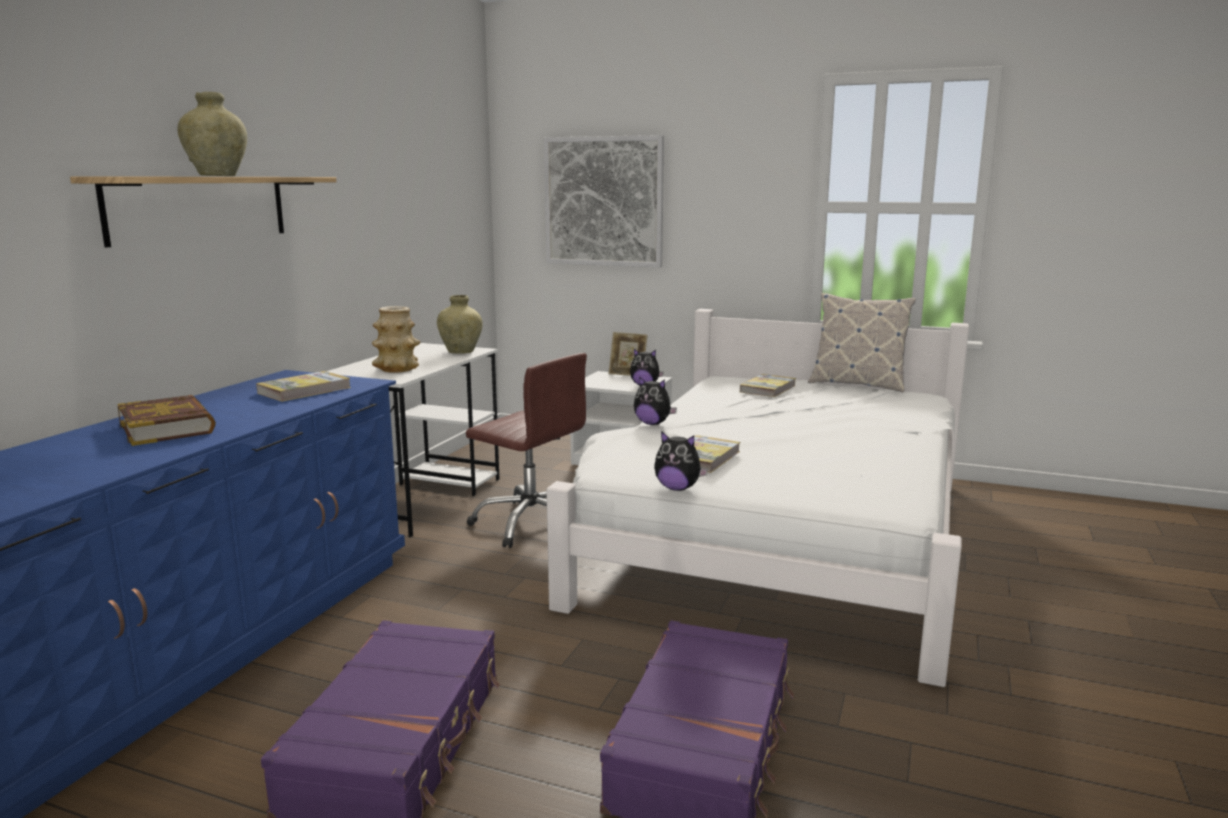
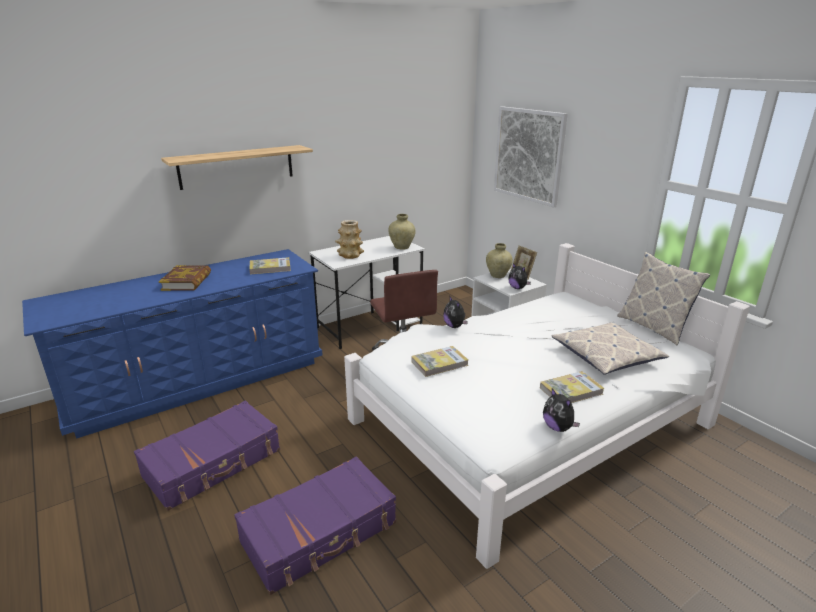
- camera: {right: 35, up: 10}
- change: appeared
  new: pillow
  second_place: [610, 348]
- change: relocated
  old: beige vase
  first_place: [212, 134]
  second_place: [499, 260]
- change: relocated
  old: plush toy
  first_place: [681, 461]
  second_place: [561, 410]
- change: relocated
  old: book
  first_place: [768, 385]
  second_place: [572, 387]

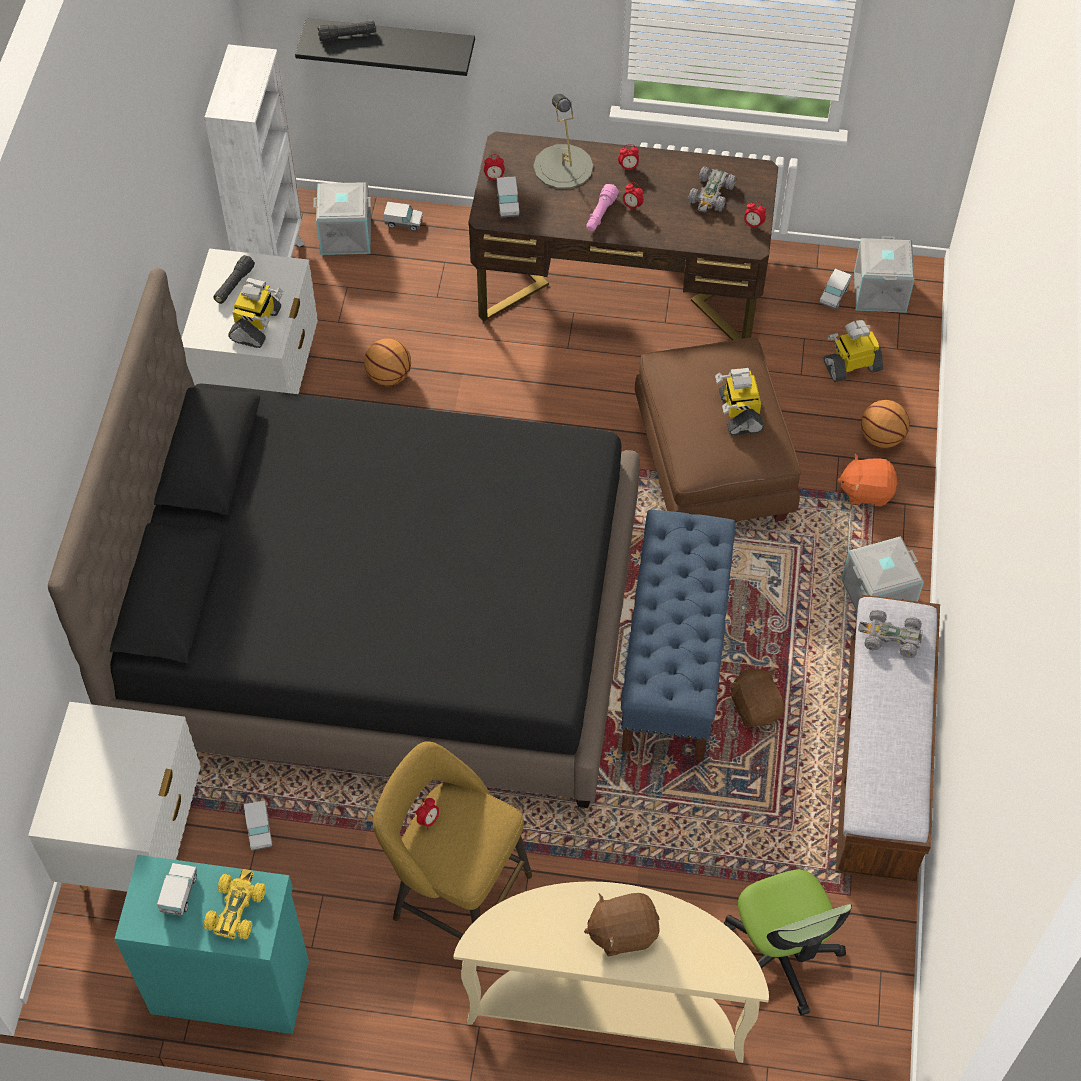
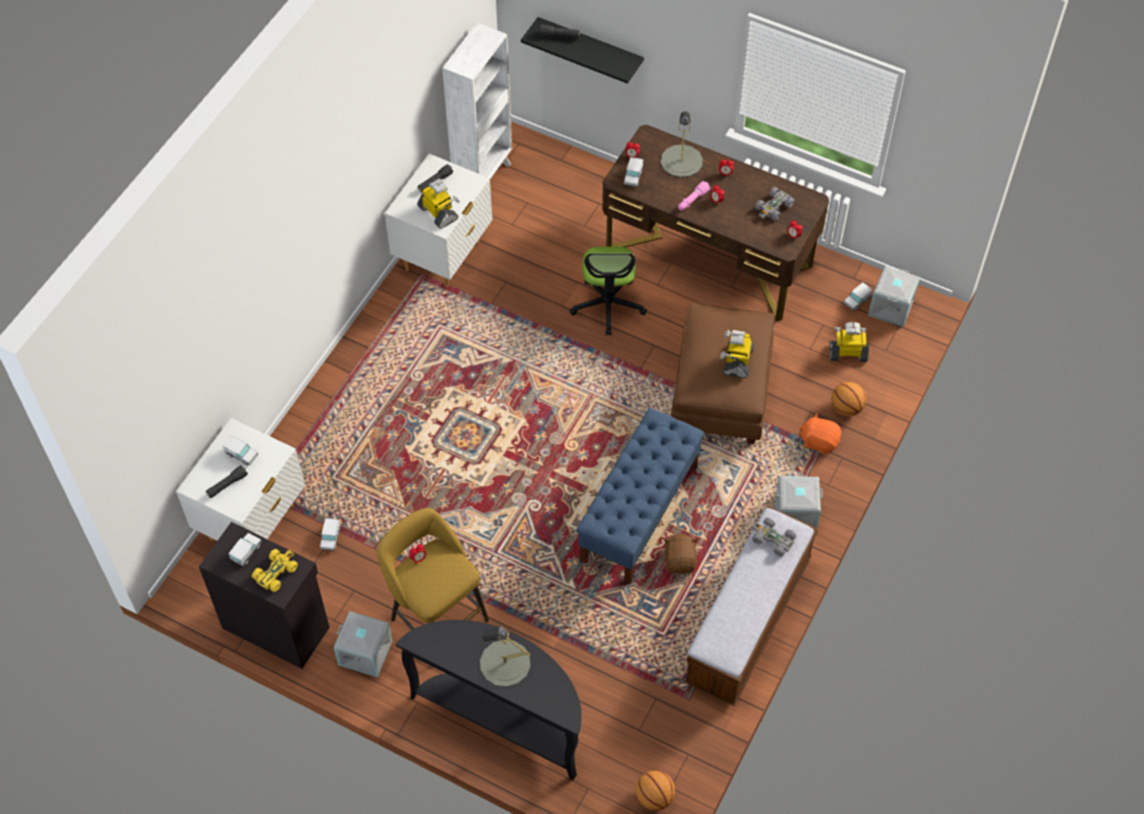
- camera: {right: 20, up: 0}
- change: missing
  old: black bed
  first_place: [344, 537]
- change: appeared
  new: black flashlight
  second_place: [227, 481]
- change: relocated
  old: grey storage box
  first_place: [342, 218]
  second_place: [363, 644]
- change: relocated
  old: basketball
  first_place: [387, 362]
  second_place: [655, 790]
- change: relocated
  old: toy truck
  first_place: [403, 216]
  second_place: [240, 450]
- change: relocated
  old: office chair
  first_place: [788, 943]
  second_place: [608, 291]
- change: exchanged
  old: brown plush toy
  new: grey table lamp
  first_place: [622, 924]
  second_place: [505, 656]
- change: colour
  old: turquoise cabinet
  new: black cabinet
  first_place: [211, 944]
  second_place: [264, 595]
- change: colour
  old: beige console table
  new: black console table
  first_place: [611, 972]
  second_place: [488, 700]
- change: spun
  old: toy robot
  first_place: [255, 313]
  second_place: [438, 204]
  degrees: -75

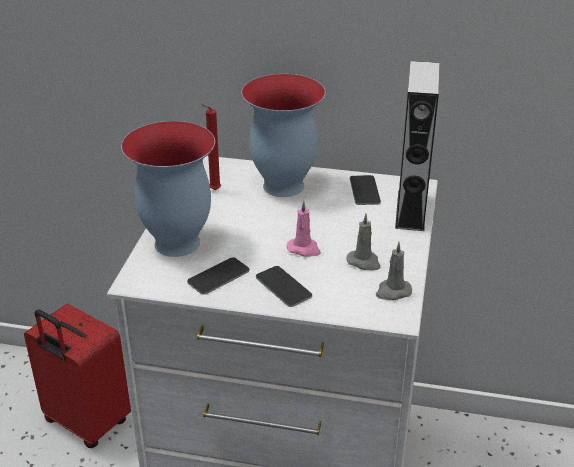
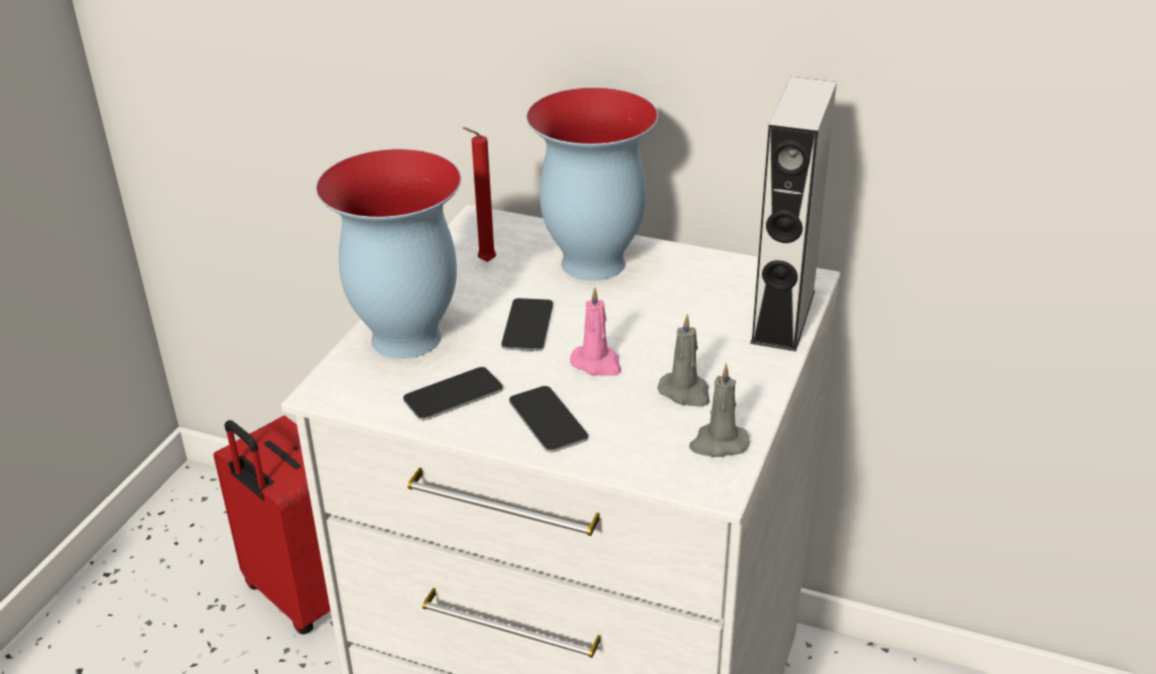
- camera: {right: 10, up: 0}
- change: relocated
  old: phone
  first_place: [365, 190]
  second_place: [527, 324]

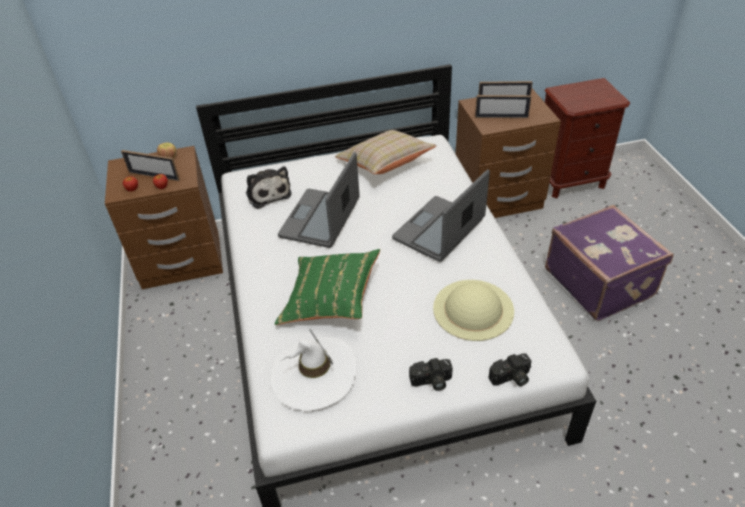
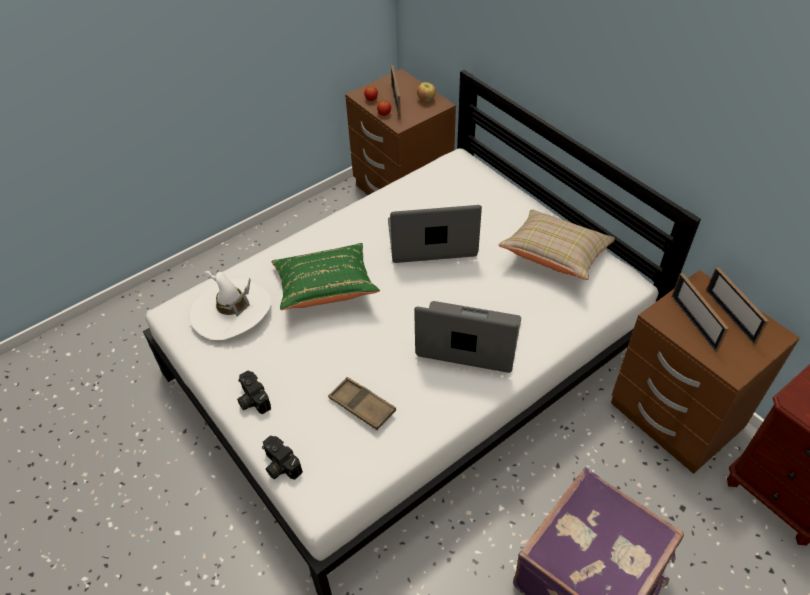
- camera: {right: 65, up: 5}
- change: missing
  old: plush toy
  first_place: [268, 187]
- change: exchanged
  old: beige hat
  new: brown tray
  first_place: [473, 310]
  second_place: [362, 403]

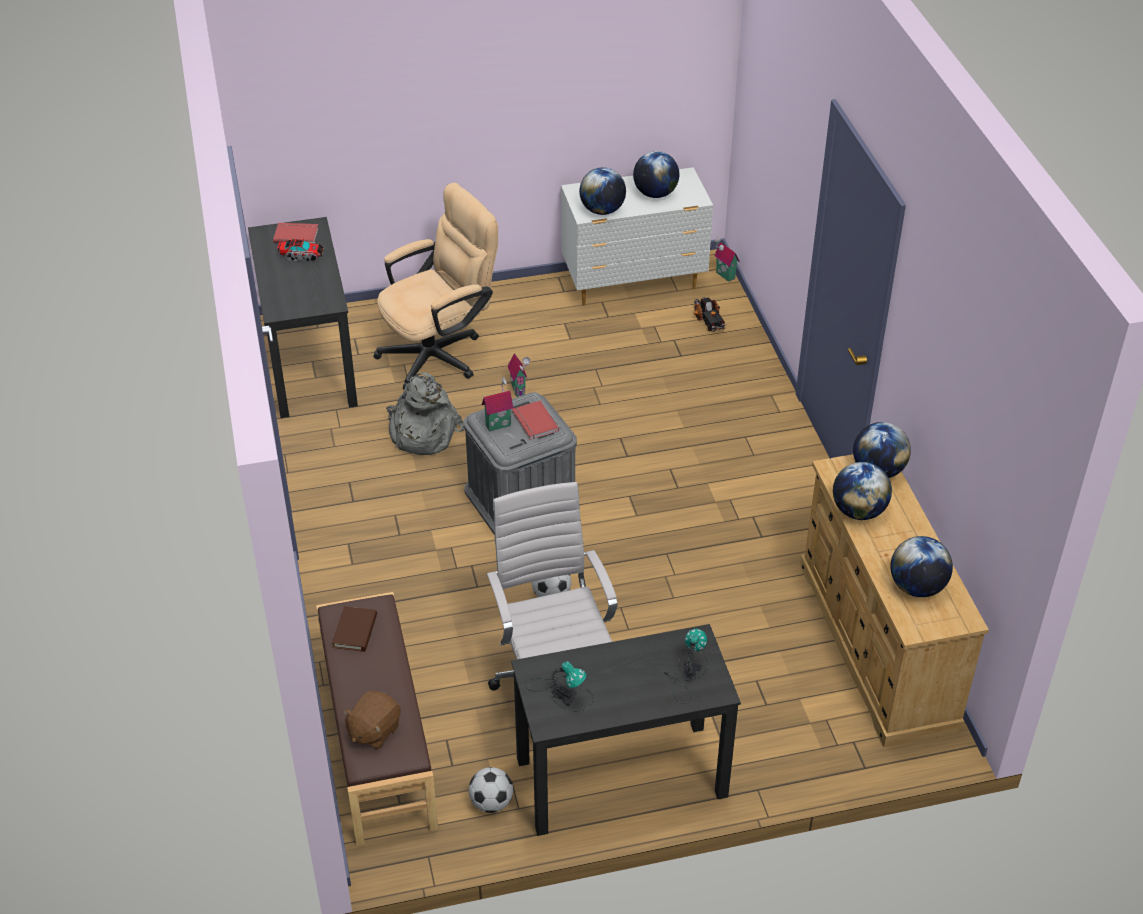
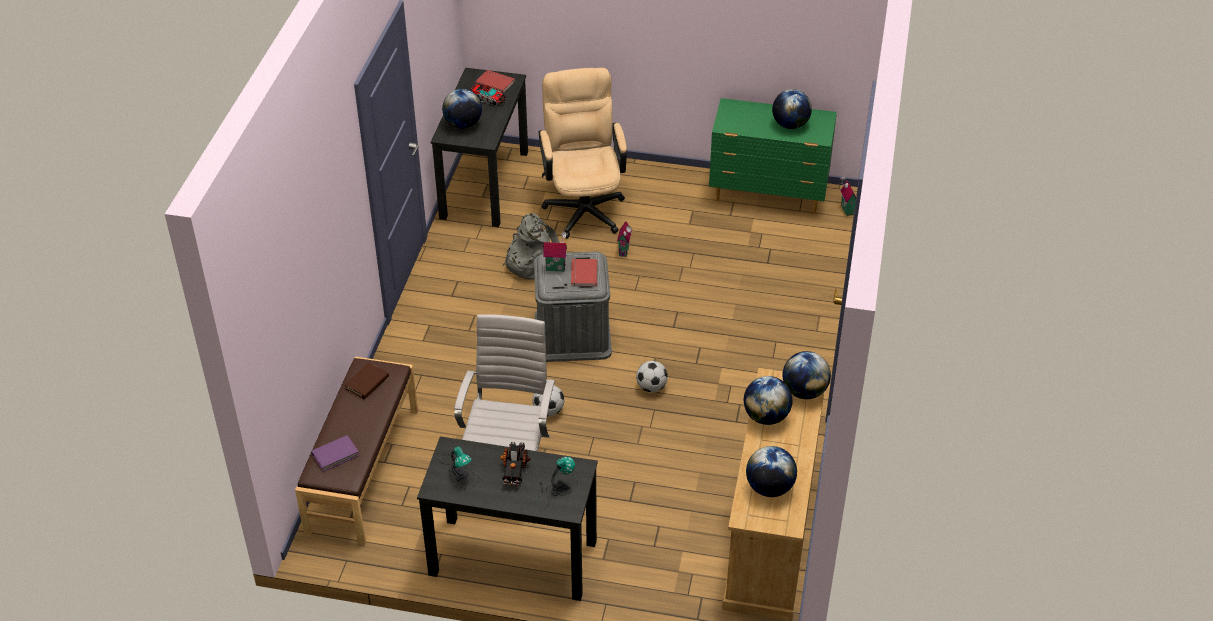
- camera: {right: 25, up: 0}
- change: relocated
  old: football
  first_place: [491, 790]
  second_place: [652, 376]
- change: relocated
  old: globe
  first_place: [602, 191]
  second_place: [462, 109]
- change: relocated
  old: toy truck
  first_place: [710, 314]
  second_place: [515, 464]
- change: exchanged
  old: brown plush toy
  new: purple book
  first_place: [372, 720]
  second_place: [335, 453]
- change: colour
  old: white dresser
  new: green dresser
  first_place: [637, 236]
  second_place: [773, 156]
- change: spun
  old: beige office chair
  first_place: [435, 286]
  second_place: [583, 153]
  degrees: -90

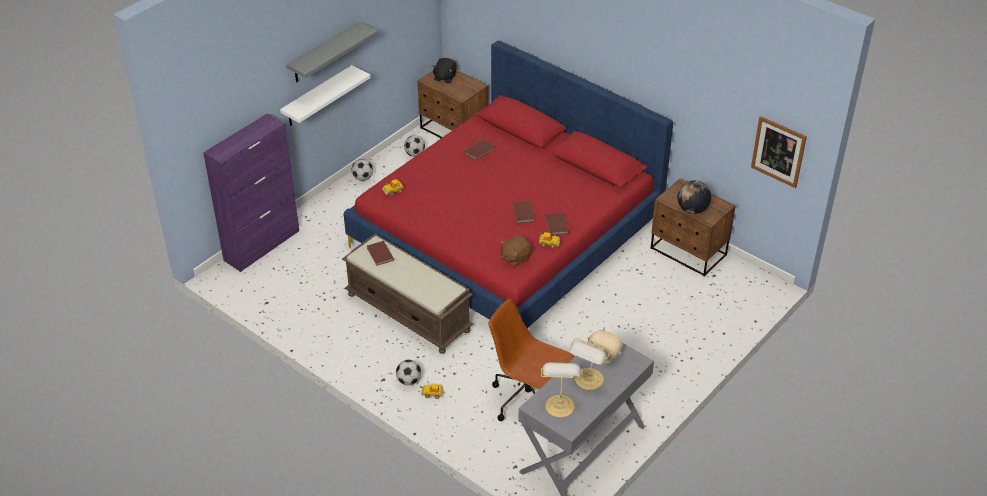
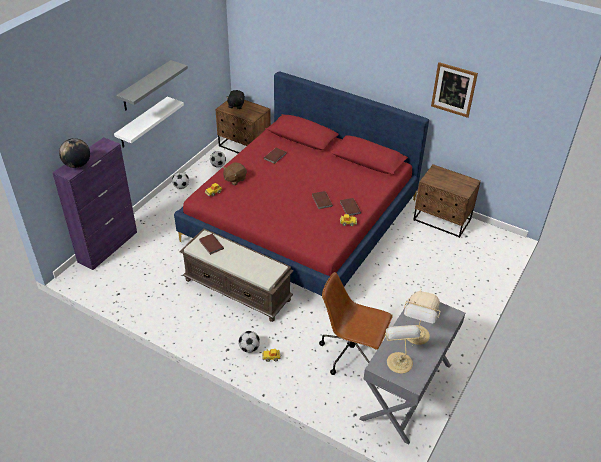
- camera: {right: -10, up: 0}
- change: relocated
  old: brown plush toy
  first_place: [516, 251]
  second_place: [235, 173]
- change: relocated
  old: globe
  first_place: [694, 197]
  second_place: [74, 153]
- change: relocated
  old: picture
  first_place: [779, 152]
  second_place: [454, 90]

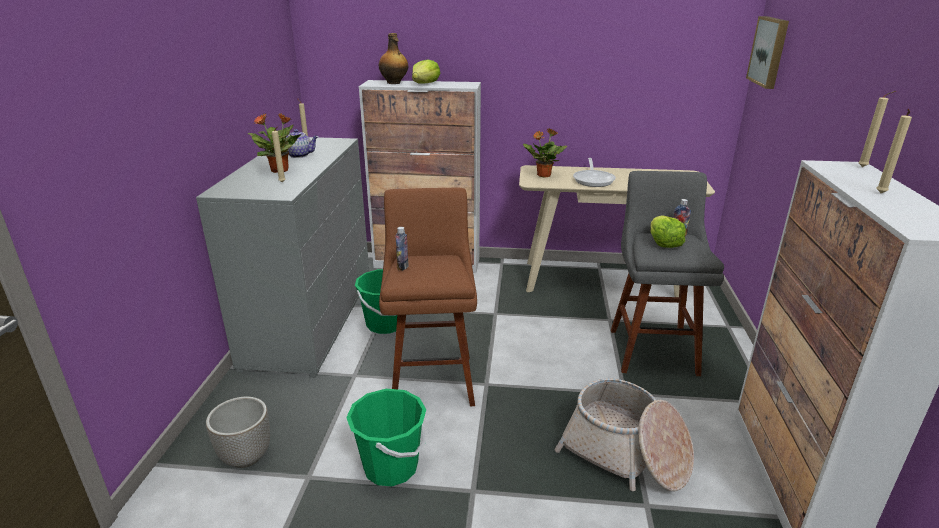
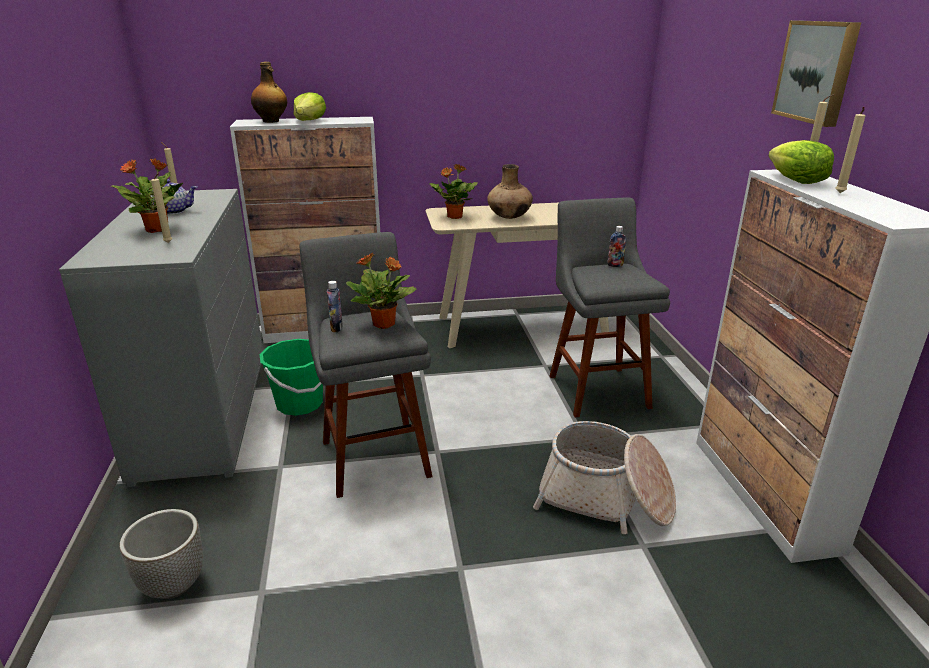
- camera: {right: -15, up: 0}
- change: missing
  old: green bucket
  first_place: [386, 438]
- change: appeared
  new: potted plant
  second_place: [381, 290]
- change: relocated
  old: lettuce
  first_place: [668, 231]
  second_place: [801, 162]
- change: relocated
  old: picture
  first_place: [767, 52]
  second_place: [816, 74]
- change: exchanged
  old: frying pan
  new: brown vase
  first_place: [594, 172]
  second_place: [510, 191]
- change: colour
  old: brown stool
  new: grey stool
  first_place: [428, 297]
  second_place: [366, 365]

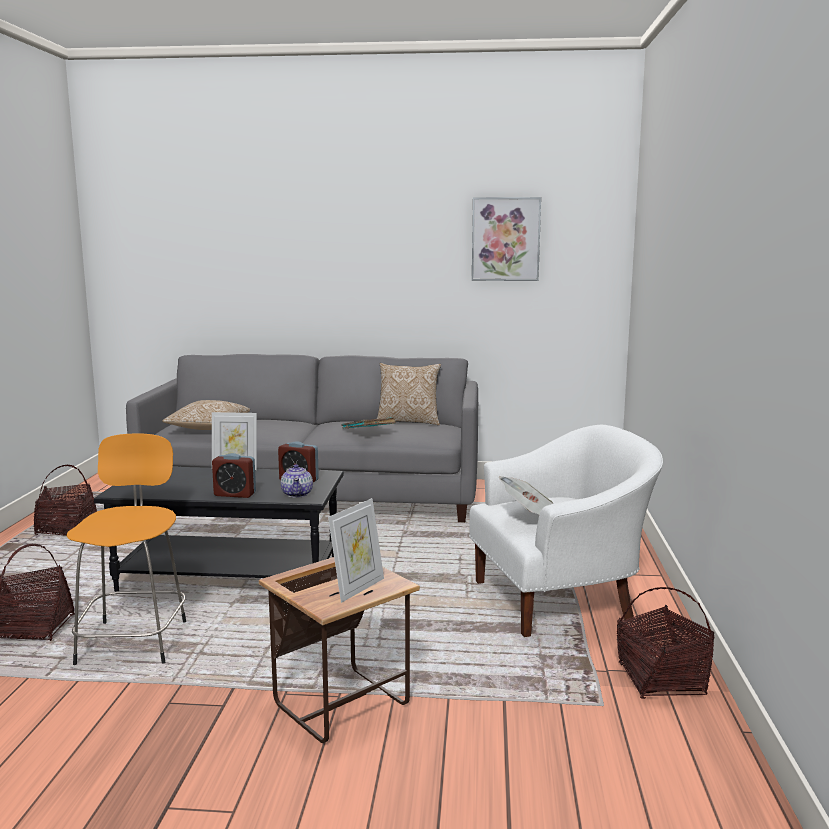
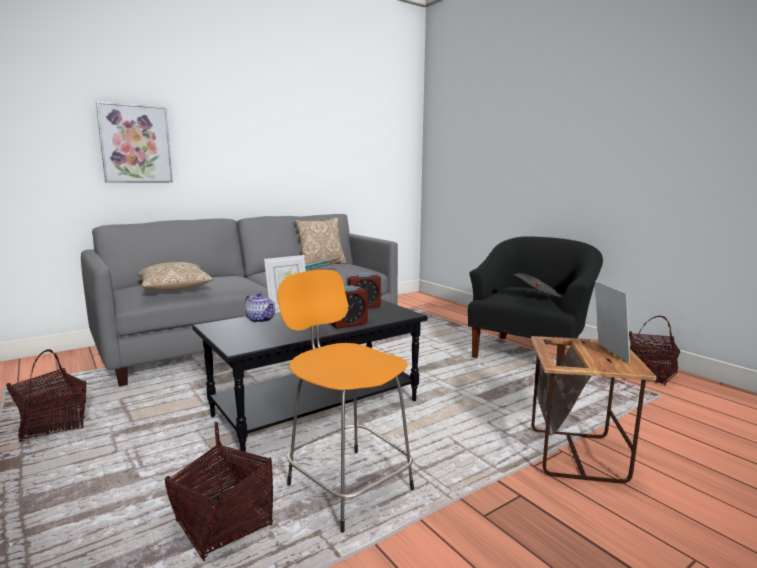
- camera: {right: -40, up: 0}
- change: relocated
  old: teapot
  first_place: [297, 481]
  second_place: [260, 307]
- change: relocated
  old: picture
  first_place: [506, 239]
  second_place: [134, 142]
- change: colour
  old: white armchair
  new: black armchair
  first_place: [566, 531]
  second_place: [535, 301]

